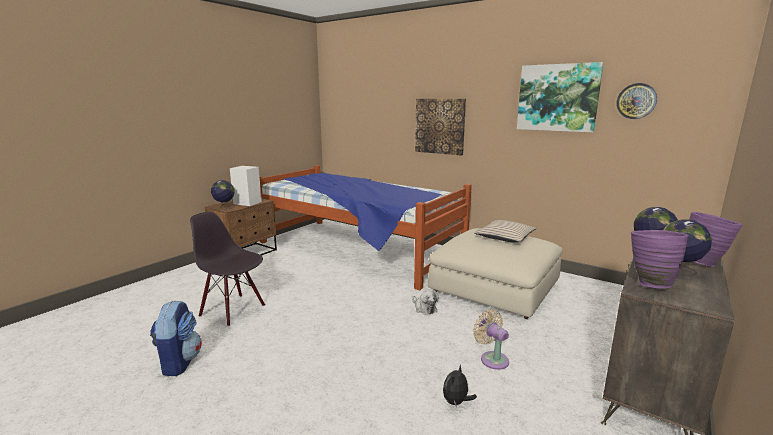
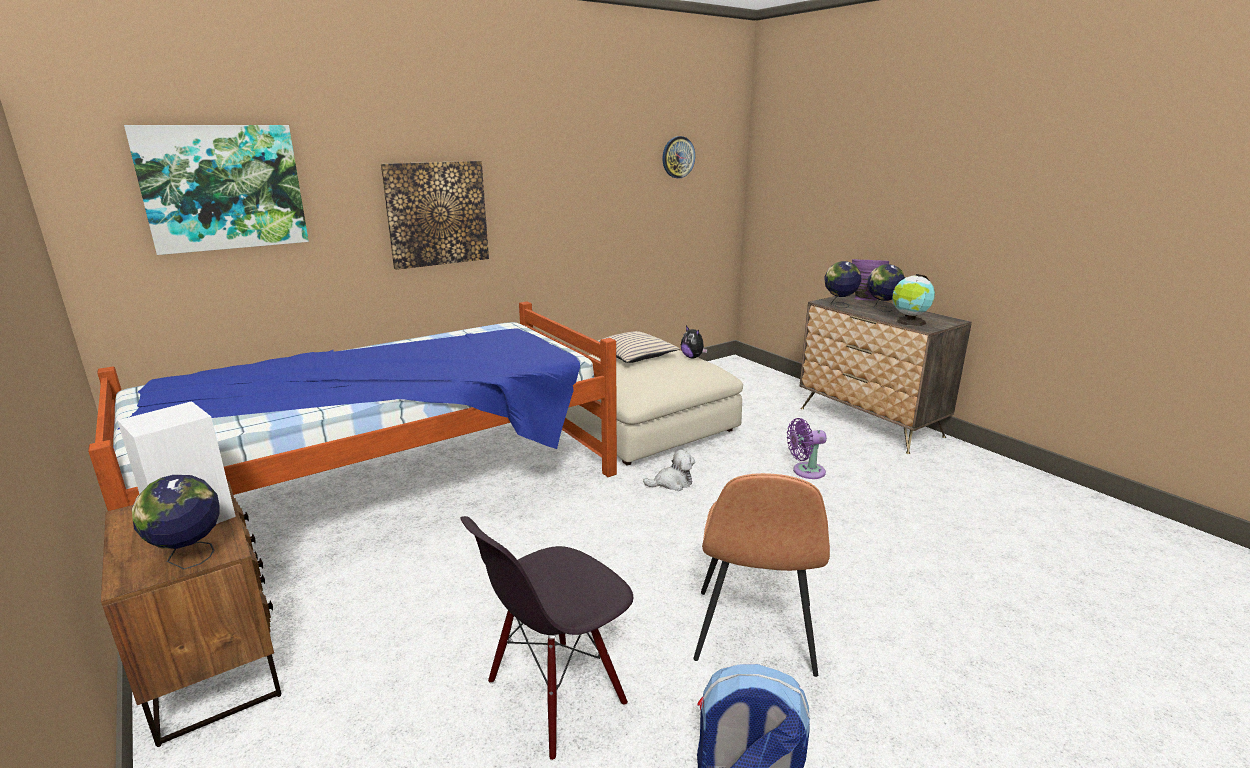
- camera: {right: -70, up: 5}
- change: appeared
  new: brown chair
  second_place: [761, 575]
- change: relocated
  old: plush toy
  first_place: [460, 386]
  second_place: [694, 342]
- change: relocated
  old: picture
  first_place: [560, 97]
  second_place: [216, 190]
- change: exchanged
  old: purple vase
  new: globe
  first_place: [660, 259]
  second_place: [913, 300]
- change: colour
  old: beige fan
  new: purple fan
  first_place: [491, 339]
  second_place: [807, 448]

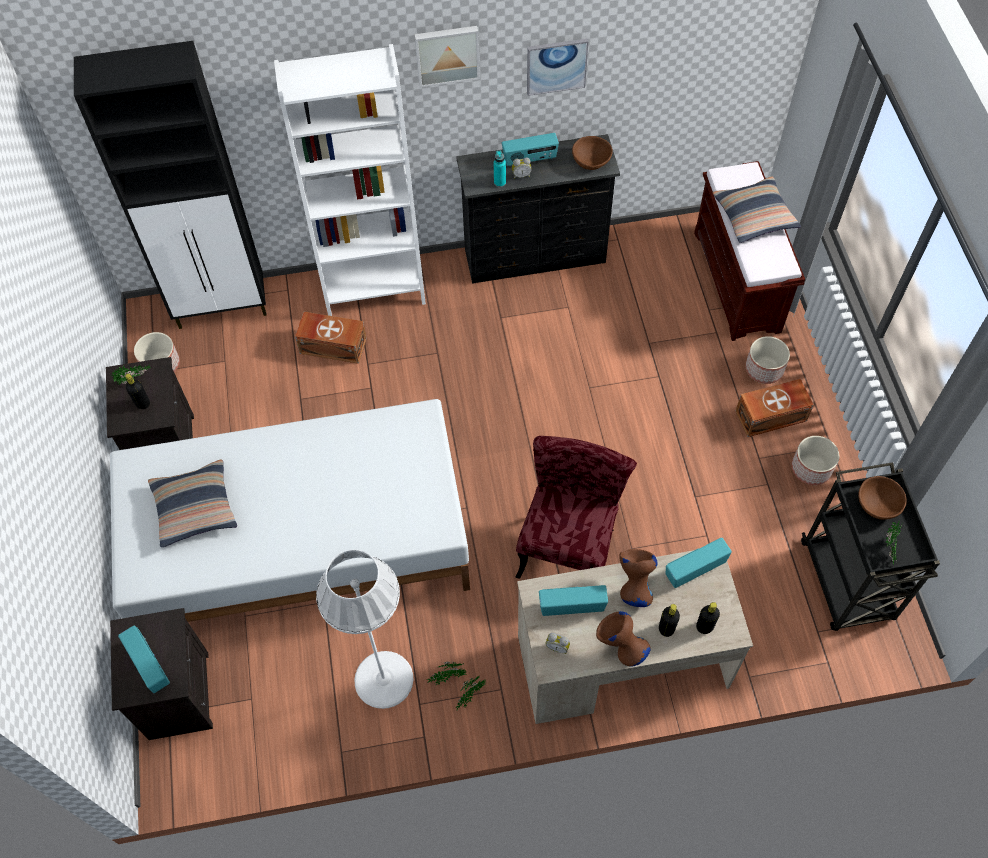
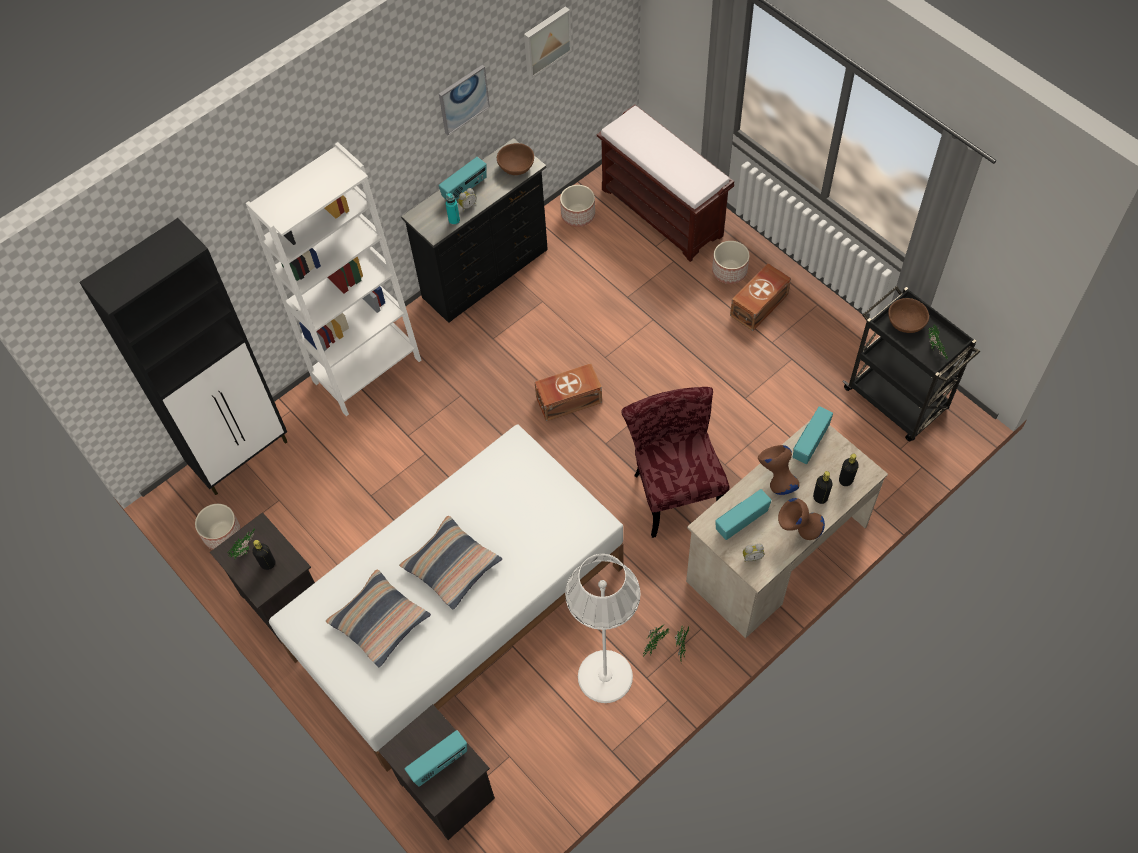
- camera: {right: -30, up: 0}
- change: relocated
  old: brown storage box
  first_place: [331, 338]
  second_place: [568, 392]
- change: relocated
  old: picture
  first_place: [447, 57]
  second_place: [548, 42]
- change: relocated
  old: pillow
  first_place: [757, 210]
  second_place: [450, 562]
- change: relocated
  old: planter
  first_place: [816, 460]
  second_place: [577, 206]
- change: spun
  old: radio
  first_place: [144, 659]
  second_place: [436, 758]
  degrees: 120

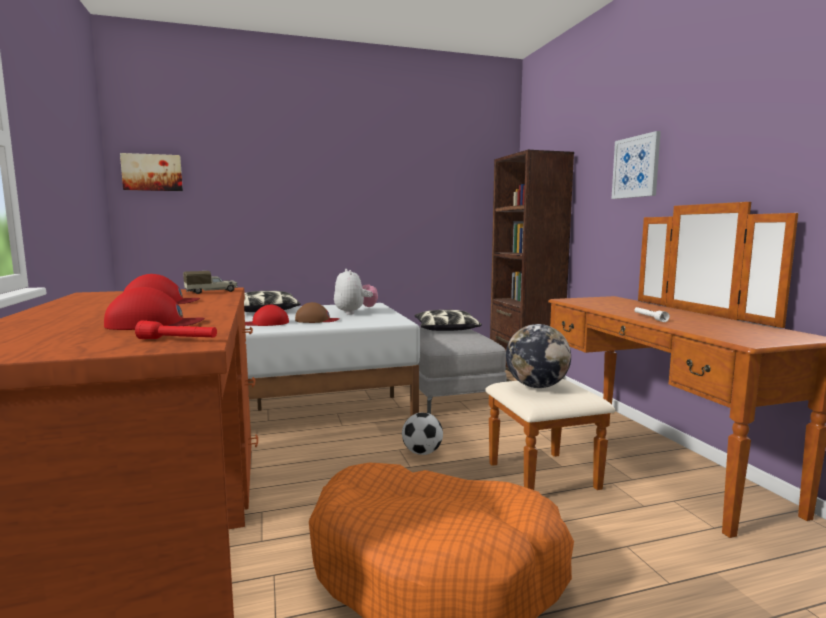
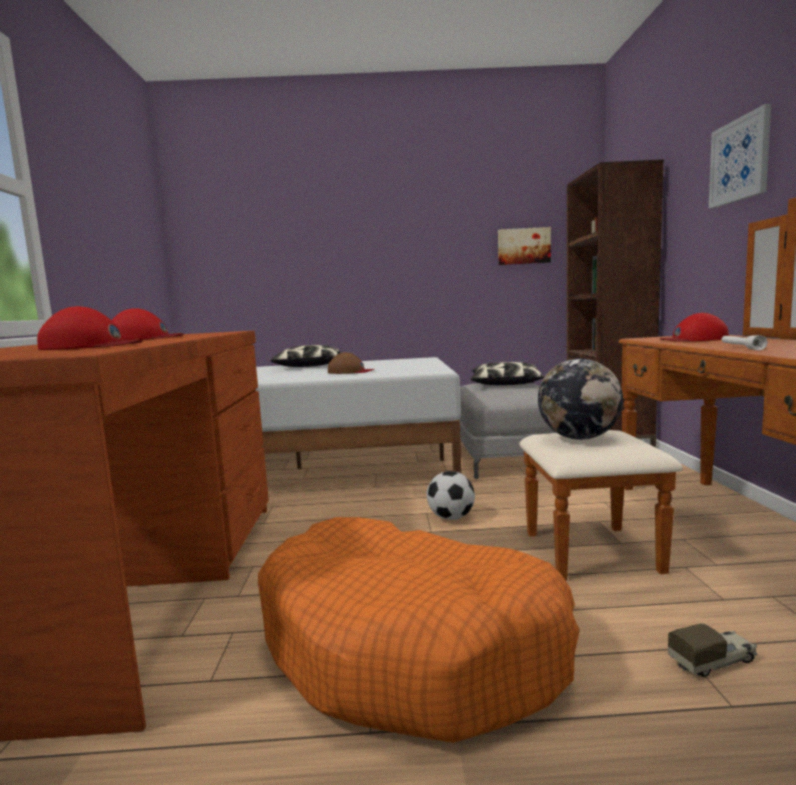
- camera: {right: 15, up: 0}
- change: missing
  old: red flashlight
  first_place: [176, 330]
- change: missing
  old: plush toy
  first_place: [356, 292]
- change: relocated
  old: picture
  first_place: [151, 172]
  second_place: [524, 246]
- change: relocated
  old: toy truck
  first_place: [210, 282]
  second_place: [712, 650]
- change: relocated
  old: red cap
  first_place: [267, 315]
  second_place: [694, 327]

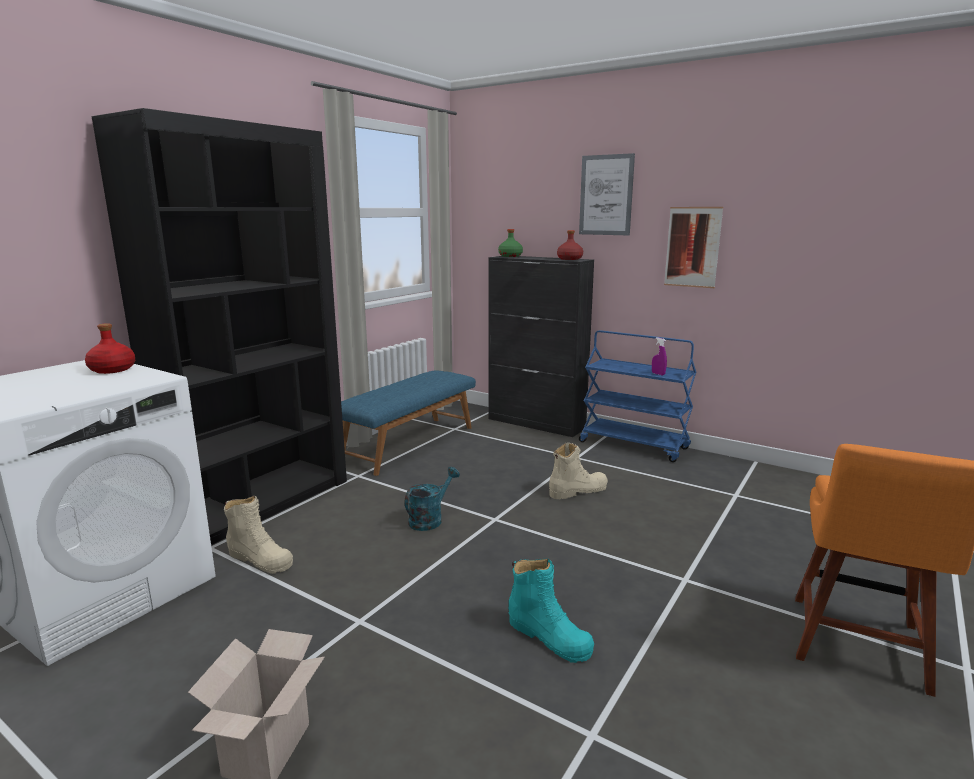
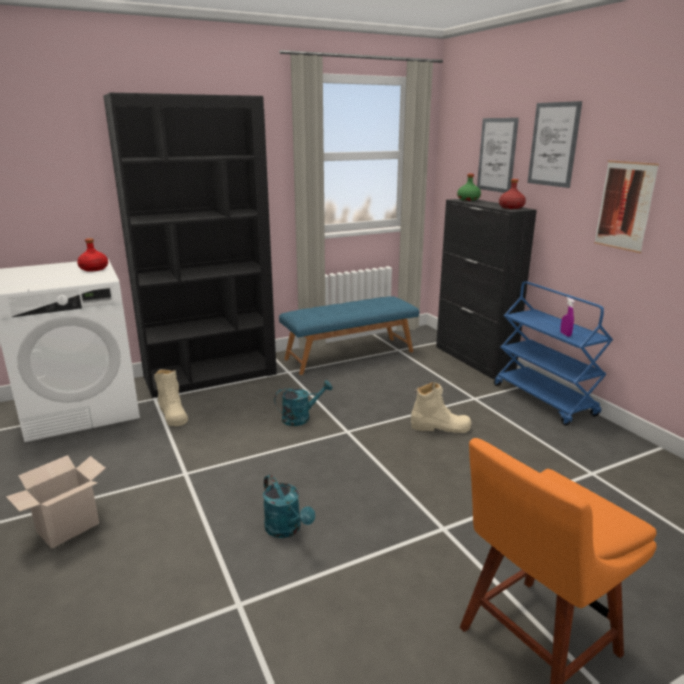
- camera: {right: 30, up: 5}
- change: appeared
  new: picture
  second_place: [498, 155]
- change: exchanged
  old: turquoise boot
  new: turquoise watering can
  first_place: [551, 611]
  second_place: [289, 506]

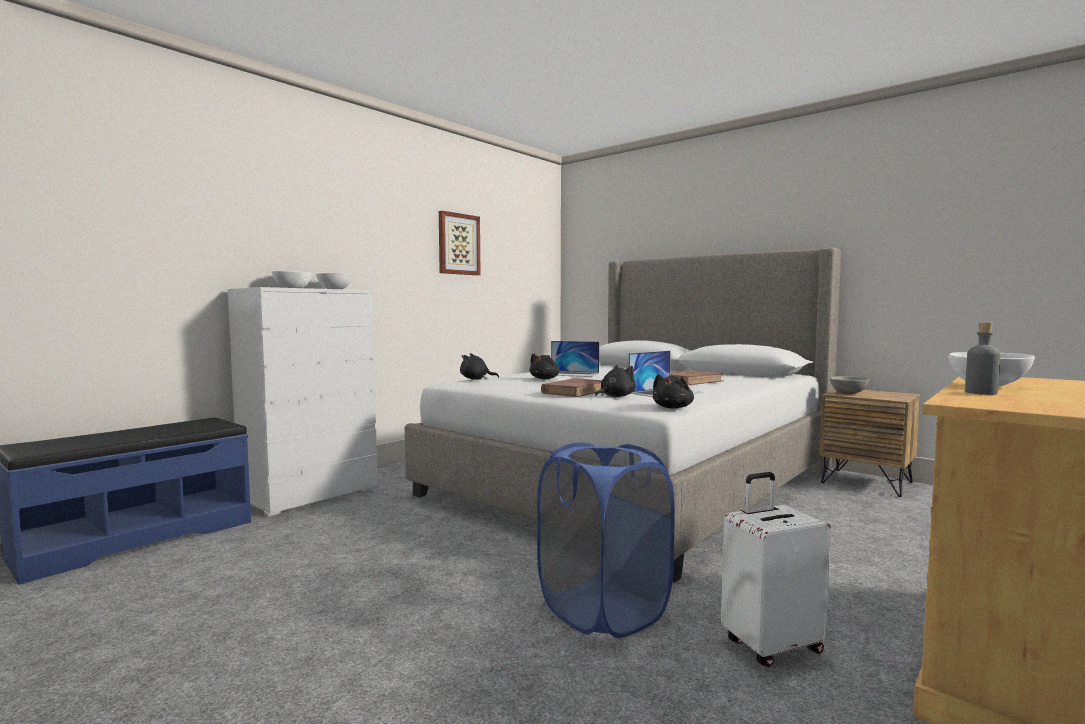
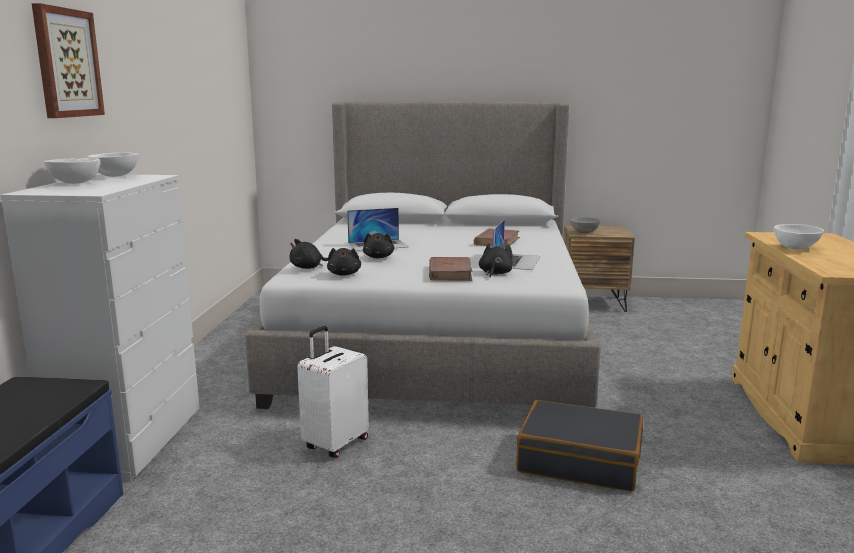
- camera: {right: -35, up: 10}
- change: missing
  old: grey bottle
  first_place: [982, 359]
- change: relocated
  old: picture
  first_place: [459, 243]
  second_place: [68, 60]
- change: relocated
  old: black plush toy
  first_place: [673, 391]
  second_place: [344, 262]
- change: relocated
  old: white suitcase
  first_place: [776, 569]
  second_place: [333, 392]
- change: exchanged
  old: blue laundry basket
  new: black suitcase
  first_place: [606, 540]
  second_place: [579, 446]

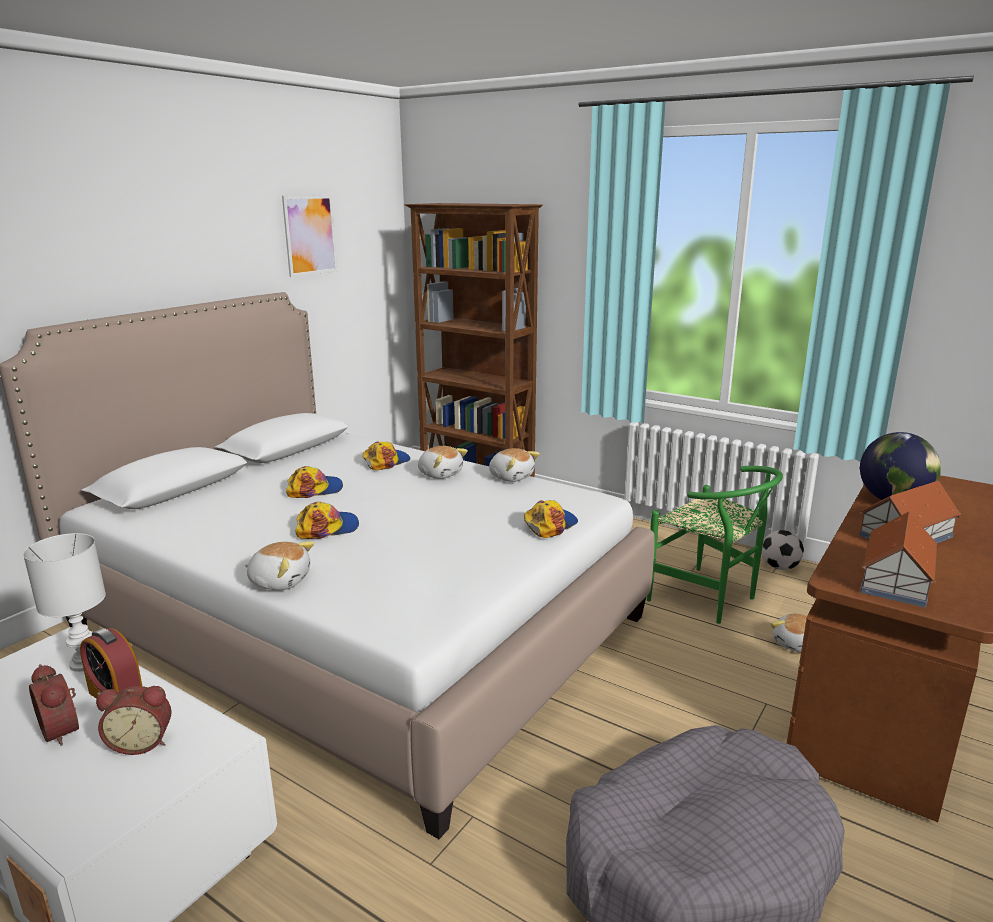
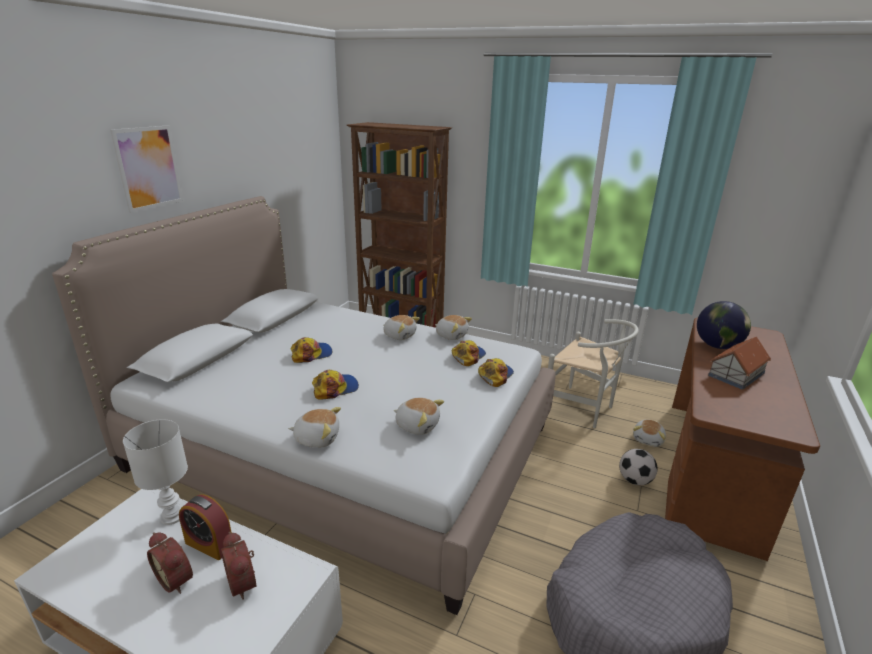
- camera: {right: -10, up: 5}
- change: missing
  old: toy house
  first_place: [899, 560]
- change: appeared
  new: plush toy
  second_place: [419, 416]
- change: relocated
  old: picture
  first_place: [310, 236]
  second_place: [146, 169]
- change: relocated
  old: cap
  first_place: [386, 456]
  second_place: [469, 353]
- change: relocated
  old: football
  first_place: [783, 550]
  second_place: [638, 467]
- change: colour
  old: green chair
  new: white chair
  first_place: [715, 545]
  second_place: [593, 373]
- change: spun
  old: alarm clock
  first_place: [134, 720]
  second_place: [238, 566]
  degrees: 75

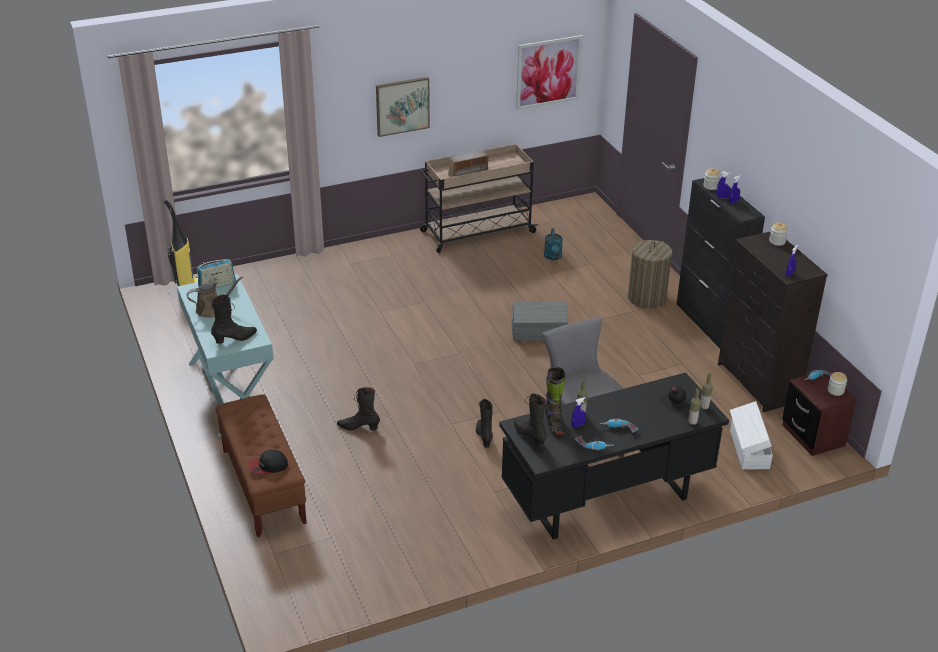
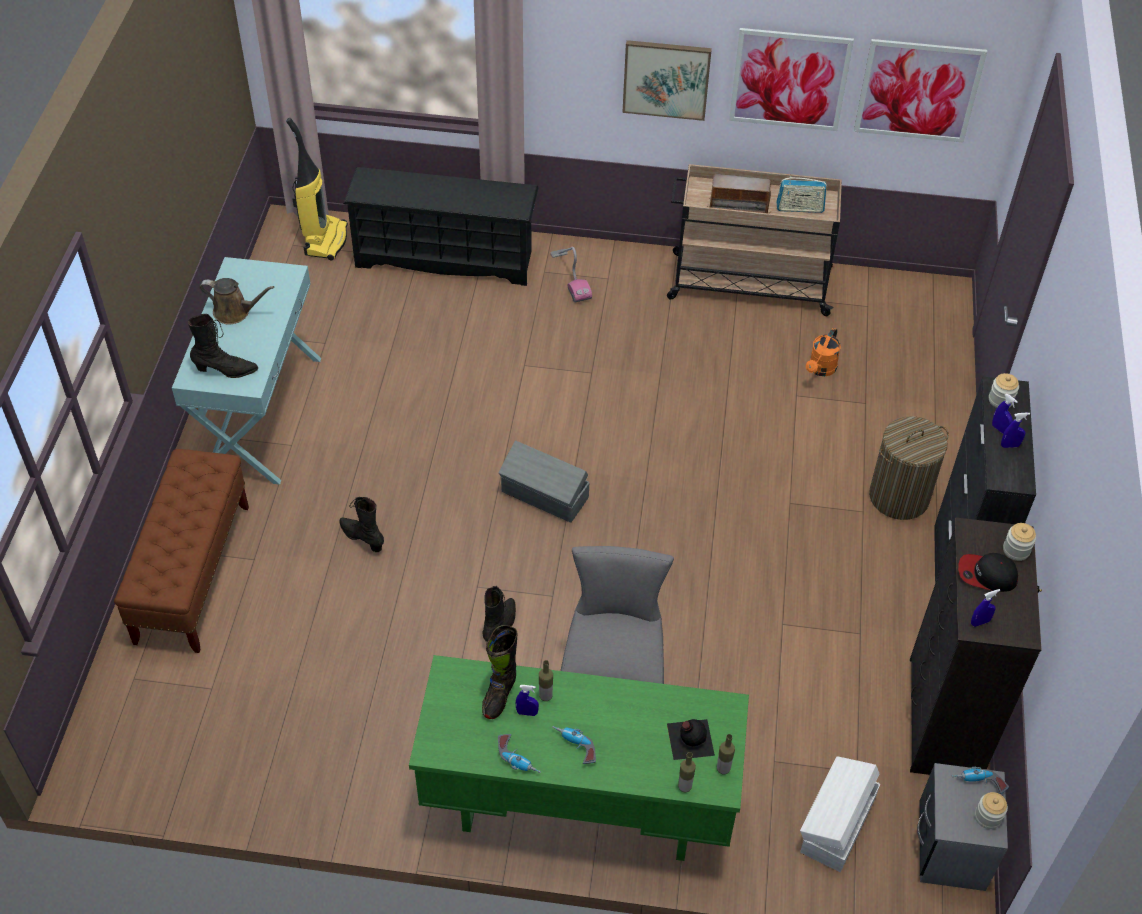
- camera: {right: 30, up: 15}
- change: missing
  old: black boot
  first_place: [530, 420]
- change: appeared
  new: black shoe rack
  second_place: [441, 226]
- change: appeared
  new: vacuum cleaner
  second_place: [571, 275]
- change: appeared
  new: picture
  second_place: [791, 79]
- change: relocated
  old: radio
  first_place: [216, 273]
  second_place: [802, 195]
- change: relocated
  old: cap
  first_place: [268, 462]
  second_place: [988, 572]
- change: relocated
  old: grey storage box
  first_place: [540, 321]
  second_place: [544, 481]
- change: colour
  old: black desk
  new: green desk
  first_place: [614, 456]
  second_place: [579, 758]
- change: colour
  old: turquoise watering can
  new: orange watering can
  first_place: [553, 244]
  second_place: [823, 352]
- change: colour
  old: brown nightstand
  new: grey nightstand
  first_place: [819, 415]
  second_place: [962, 827]

